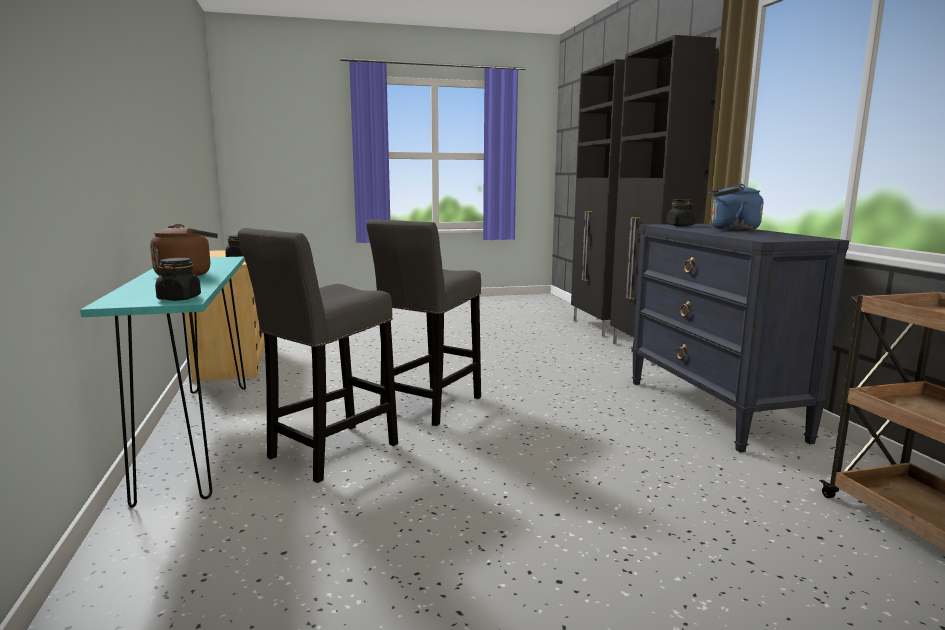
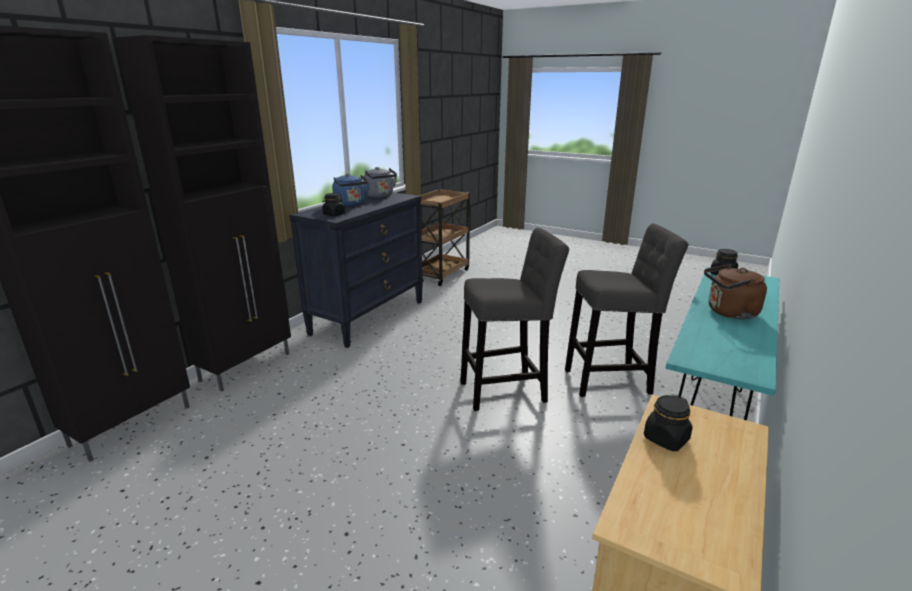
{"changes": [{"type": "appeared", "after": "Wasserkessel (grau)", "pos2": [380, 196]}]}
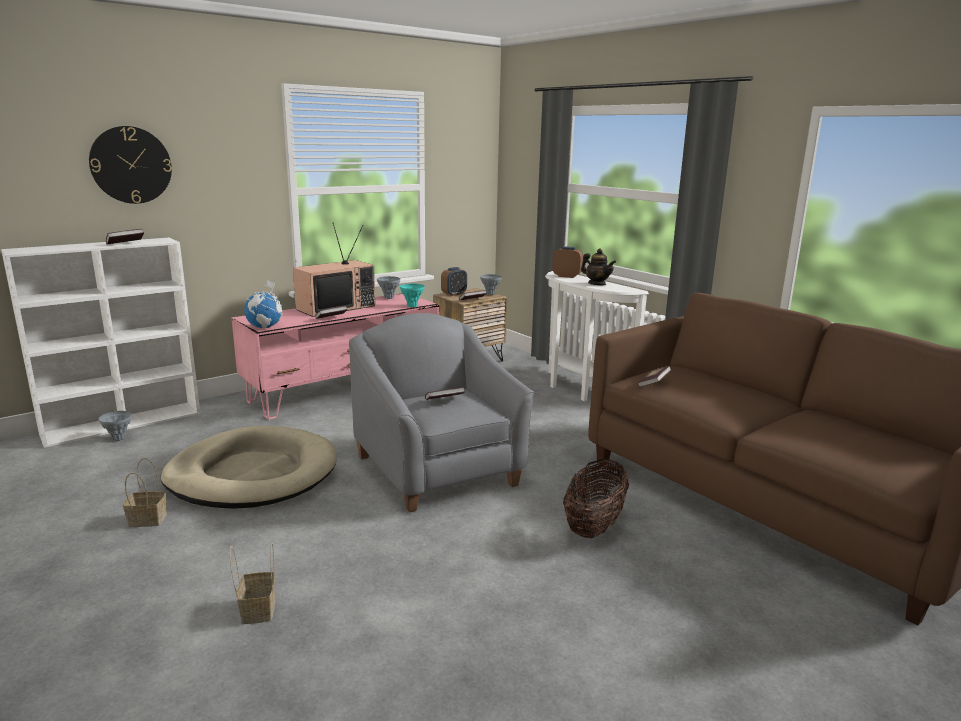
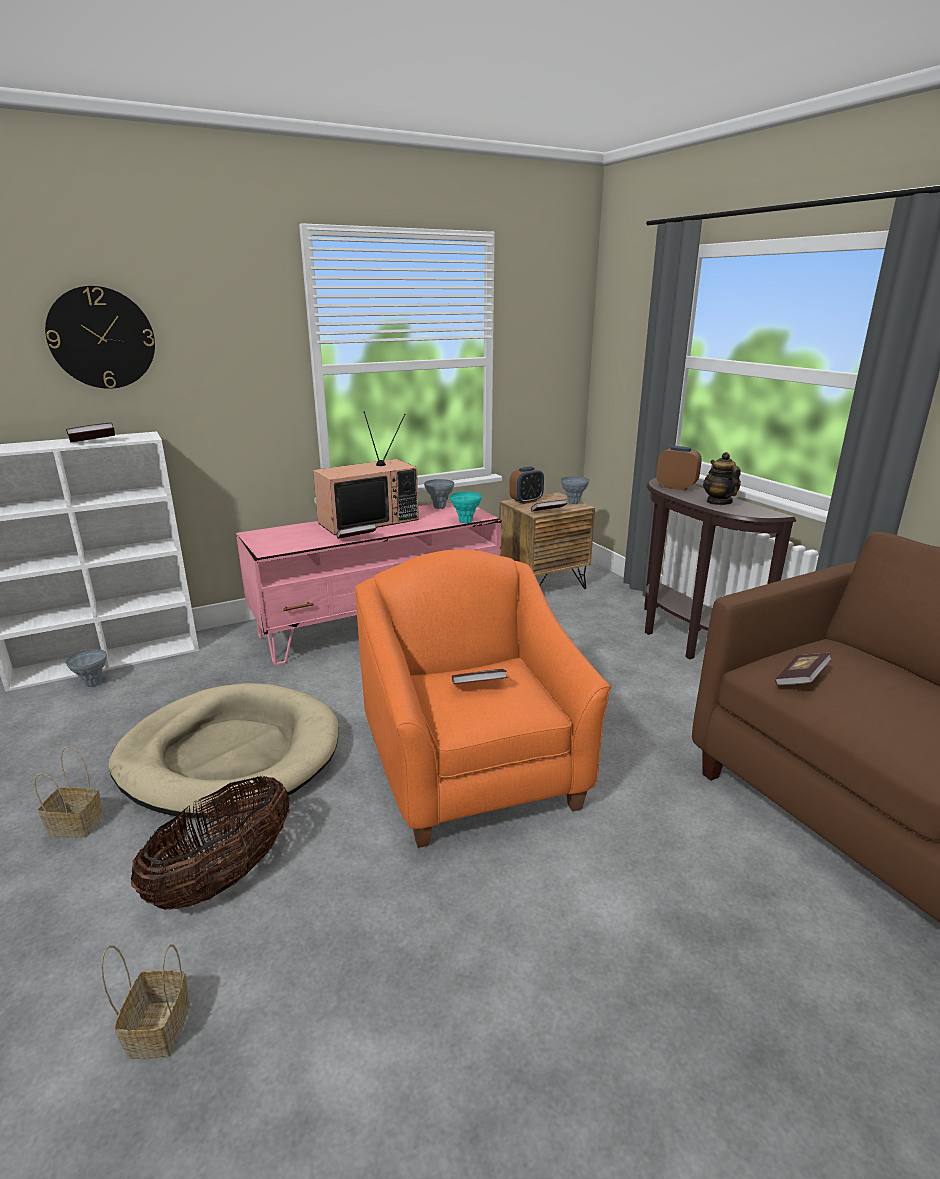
{"changes": [{"type": "missing", "before": "Globus", "pos1": [265, 327]}, {"type": "colour", "before": "Sessel (grau)", "after": "Sessel (orange)", "pos1": [438, 470], "pos2": [473, 770]}, {"type": "colour", "before": "Konsolentisch (weiß)", "after": "Konsolentisch (braun)", "pos1": [579, 390], "pos2": [684, 641]}, {"type": "relocated", "before": "Korb", "pos1": [594, 525], "pos2": [224, 877]}, {"type": "spun", "before": "Teekanne", "pos1": [597, 284], "pos2": [719, 502], "turn": -150}]}
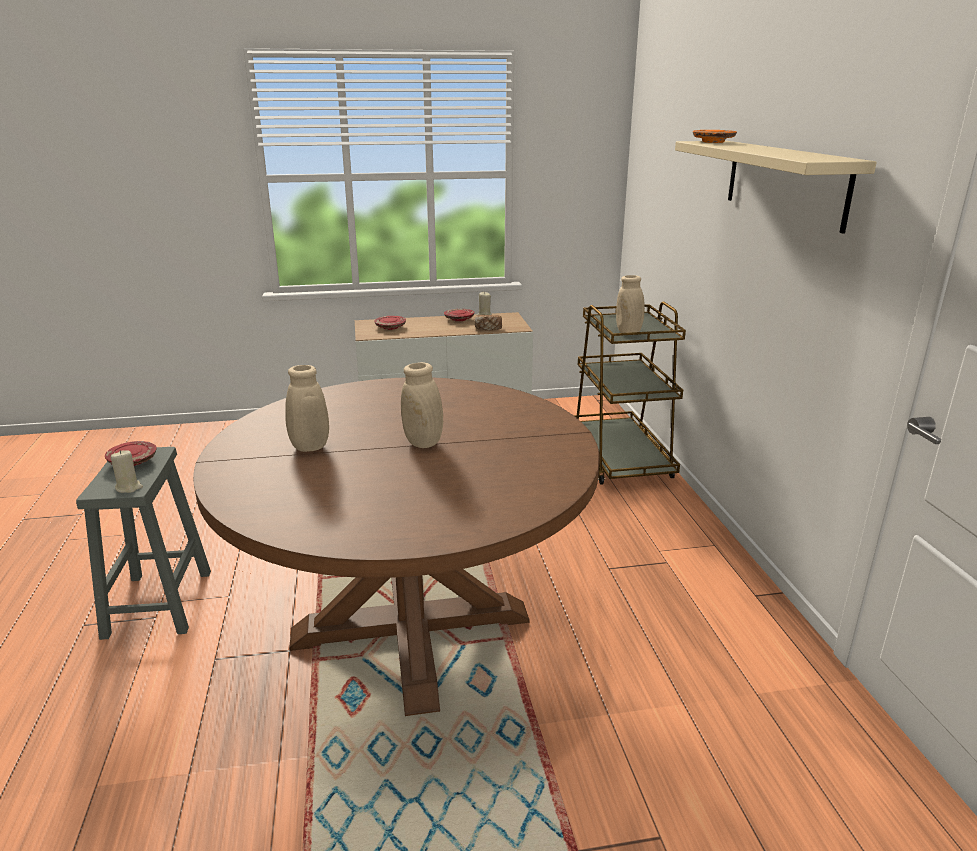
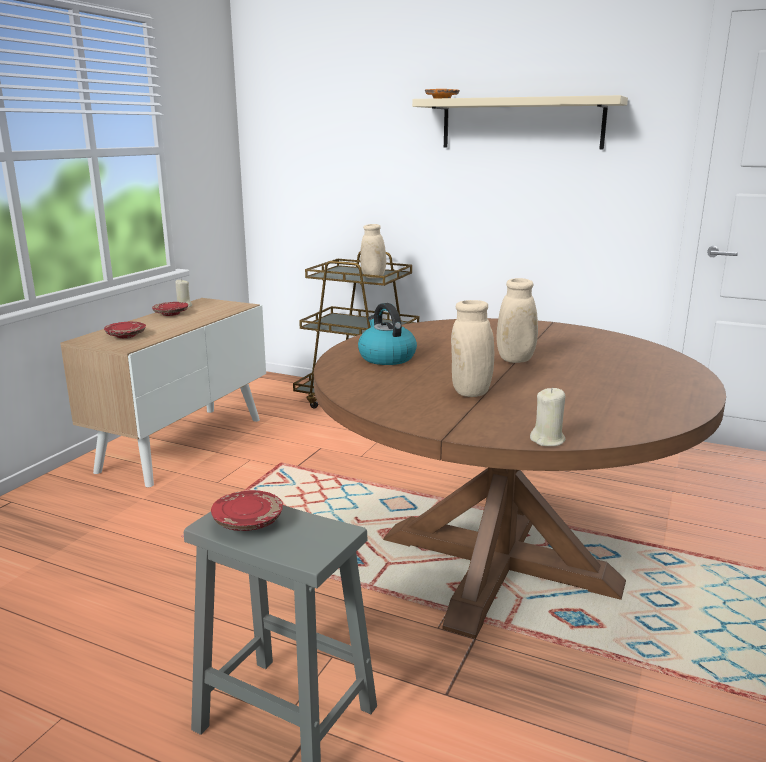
{"changes": [{"type": "relocated", "before": "Kerze (beige)", "pos1": [129, 487], "pos2": [548, 440]}, {"type": "missing", "before": "Brot", "pos1": [488, 329]}, {"type": "appeared", "after": "Wasserkessel", "pos2": [386, 357]}]}
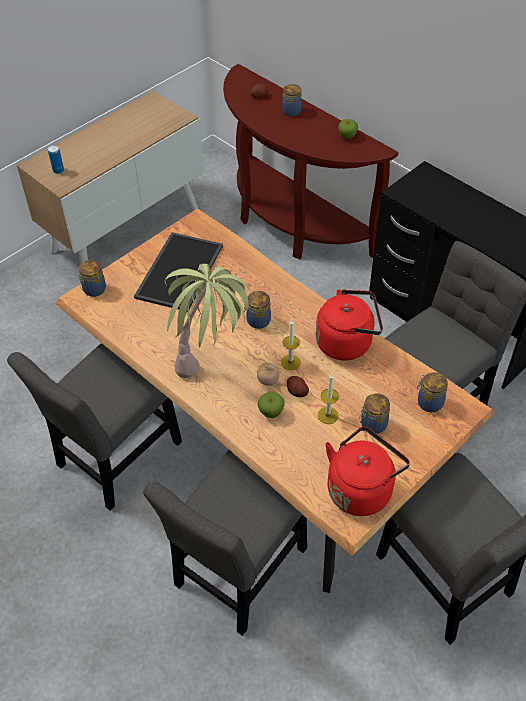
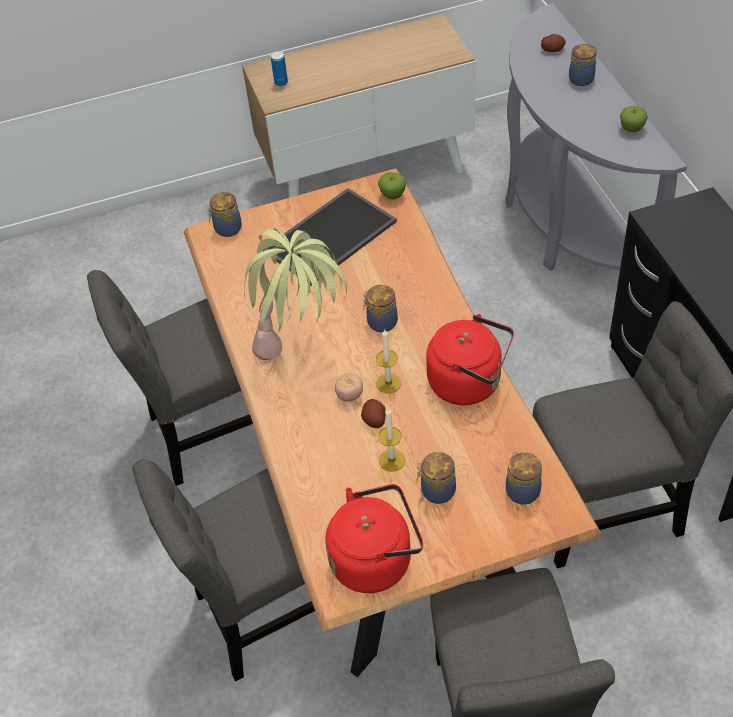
{"changes": [{"type": "colour", "before": "Konsolentisch (braun)", "after": "Konsolentisch (grau)", "pos1": [291, 223], "pos2": [564, 223]}, {"type": "relocated", "before": "Apfel", "pos1": [271, 413], "pos2": [392, 195]}]}
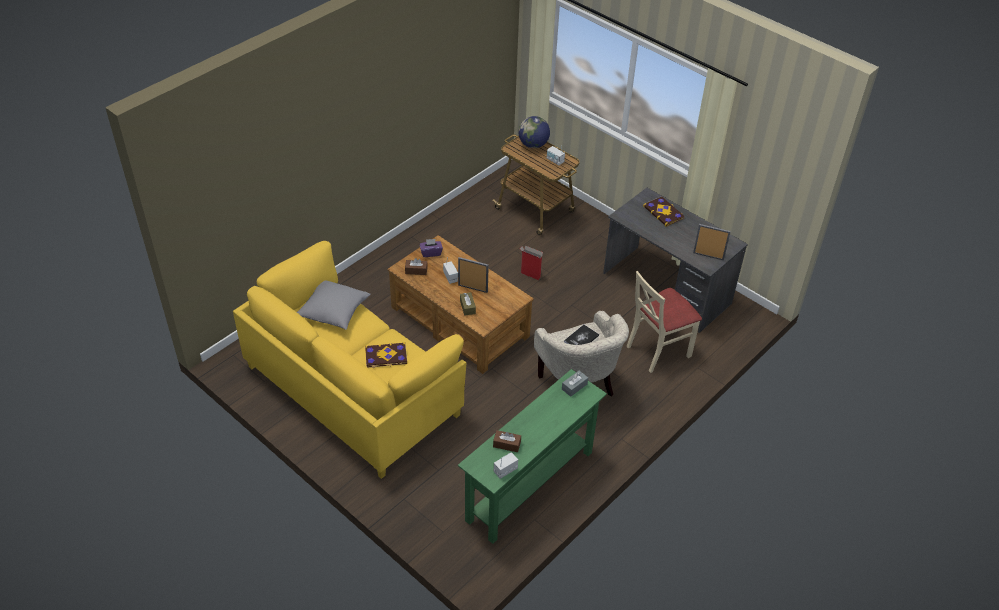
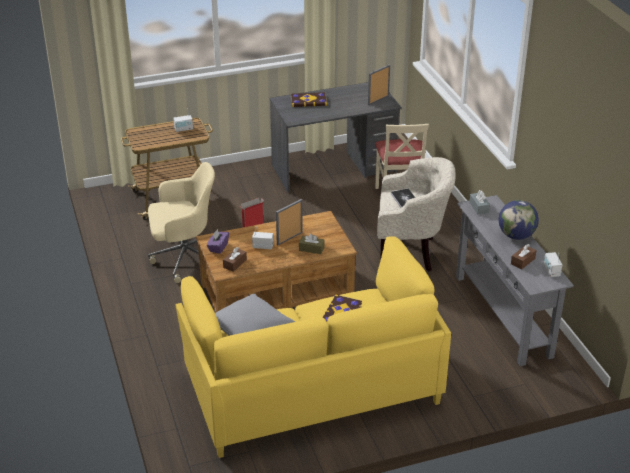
{"changes": [{"type": "colour", "before": "Konsolentisch (grün)", "after": "Konsolentisch (grau)", "pos1": [530, 486], "pos2": [503, 315]}, {"type": "relocated", "before": "Globus", "pos1": [533, 145], "pos2": [516, 236]}, {"type": "appeared", "after": "Bürostuhl (beige)", "pos2": [185, 257]}]}
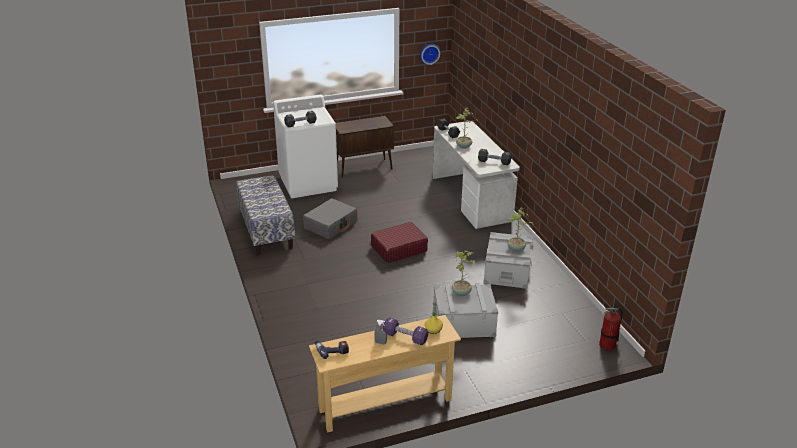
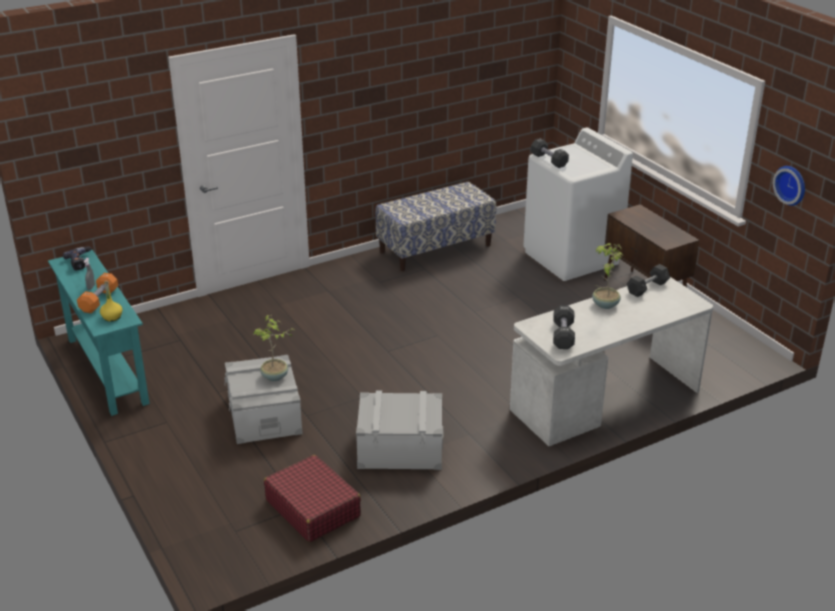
{"changes": [{"type": "missing", "before": "Koffer (grau)", "pos1": [331, 225]}, {"type": "colour", "before": "Konsolentisch (beige)", "after": "Konsolentisch (türkis)", "pos1": [385, 405], "pos2": [106, 371]}, {"type": "relocated", "before": "Koffer (rot)", "pos1": [398, 249], "pos2": [313, 508]}, {"type": "colour", "before": "Hantel (lila)", "after": "Hantel (orange)", "pos1": [405, 337], "pos2": [99, 301]}, {"type": "missing", "before": "Topfpflanze", "pos1": [516, 249]}, {"type": "missing", "before": "Feuerlöscher", "pos1": [607, 345]}]}
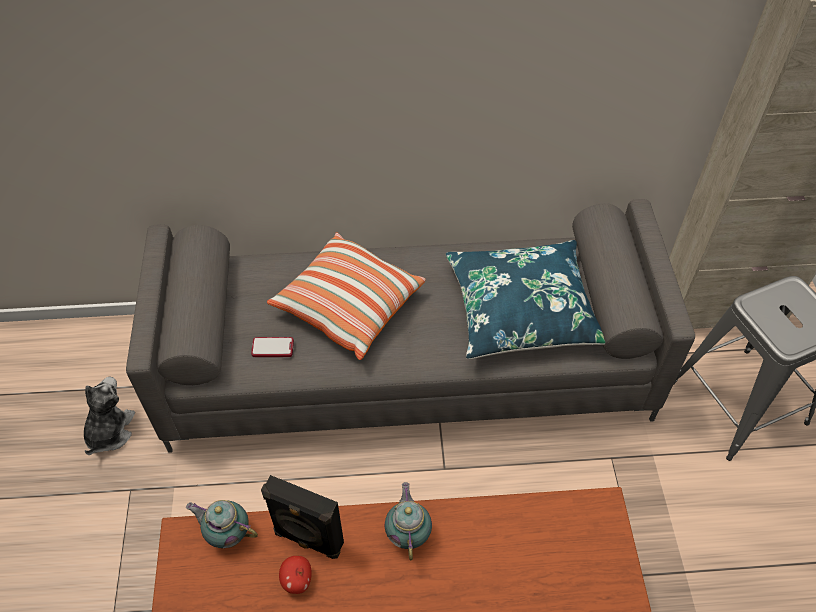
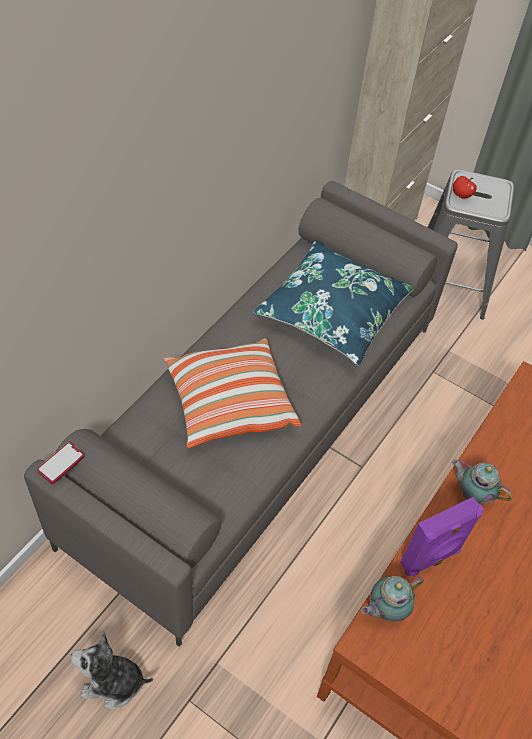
{"changes": [{"type": "spun", "before": "Plüschtier", "pos1": [109, 431], "pos2": [112, 682], "turn": -45}, {"type": "relocated", "before": "Handy", "pos1": [272, 348], "pos2": [61, 464]}, {"type": "colour", "before": "Lautsprecher (schwarz)", "after": "Lautsprecher (lila)", "pos1": [308, 540], "pos2": [431, 558]}, {"type": "relocated", "before": "Apfel", "pos1": [297, 580], "pos2": [461, 195]}]}
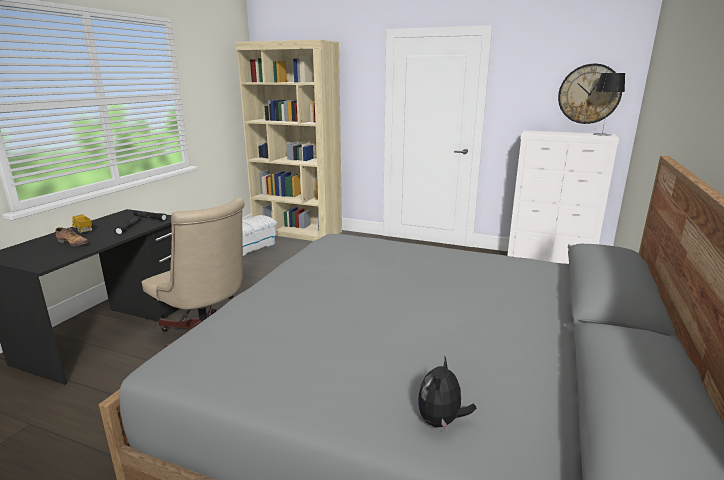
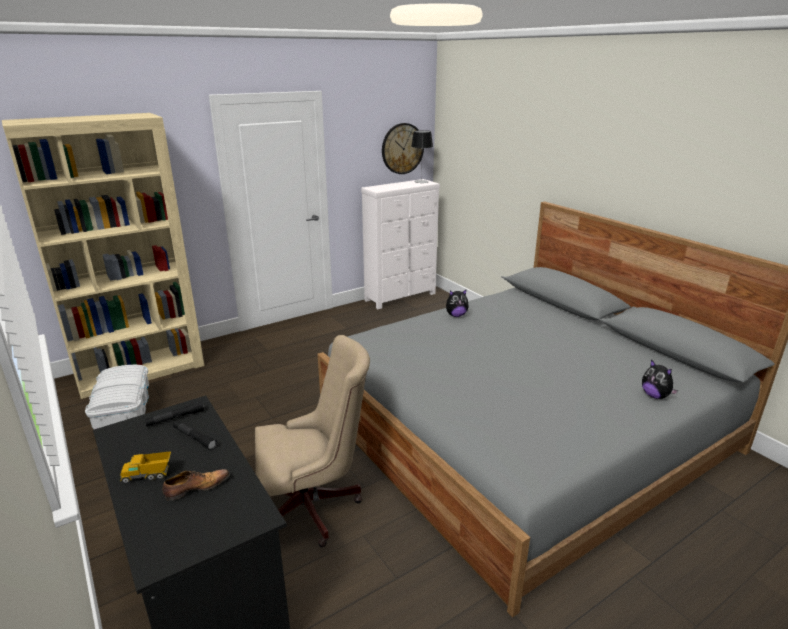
{"changes": [{"type": "appeared", "after": "Plüschtier", "pos2": [456, 315]}]}
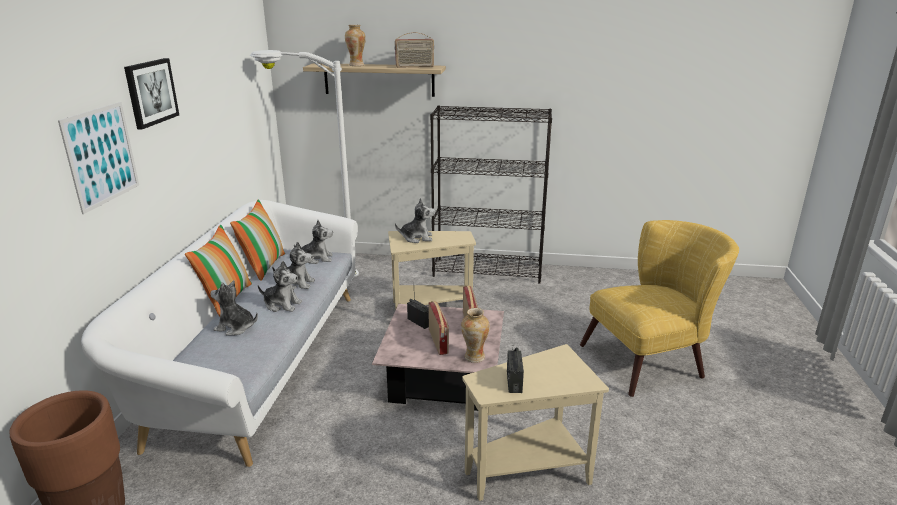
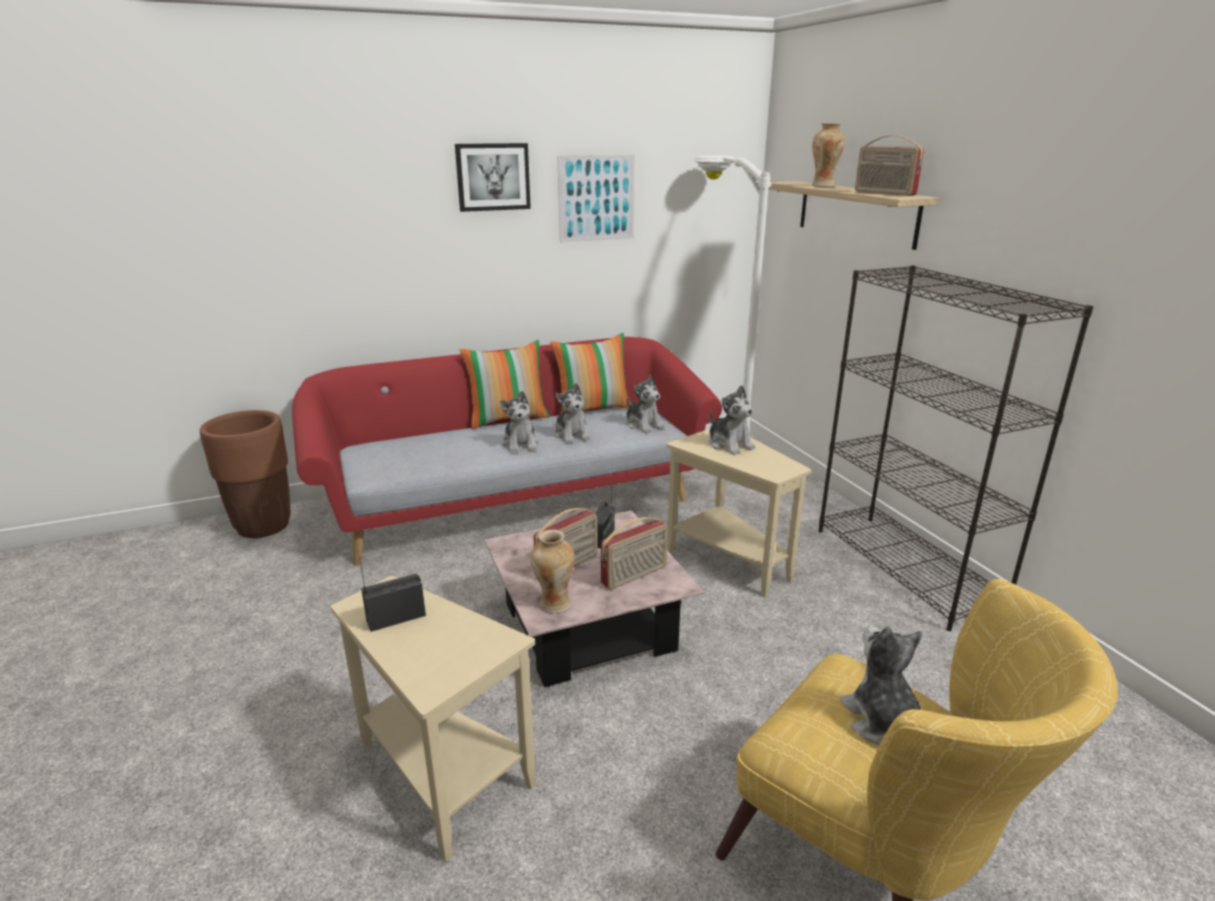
{"changes": [{"type": "relocated", "before": "Bild", "pos1": [101, 156], "pos2": [596, 198]}, {"type": "colour", "before": "Sofa (weiß)", "after": "Sofa (rot)", "pos1": [259, 361], "pos2": [516, 501]}, {"type": "relocated", "before": "Plüschtier", "pos1": [235, 327], "pos2": [881, 722]}]}
